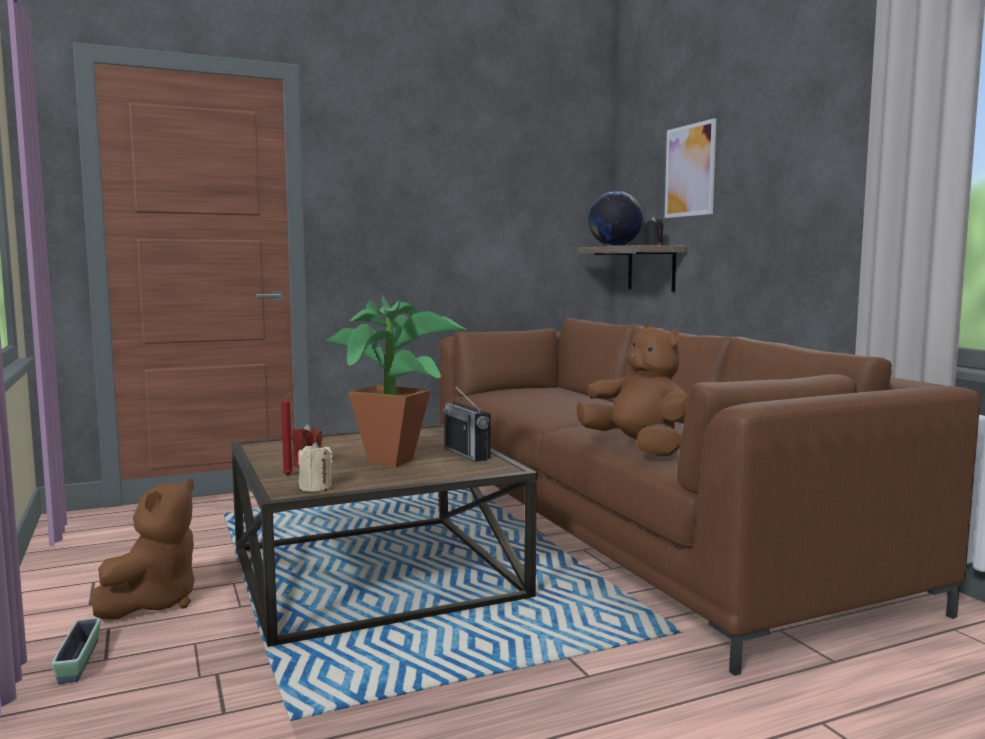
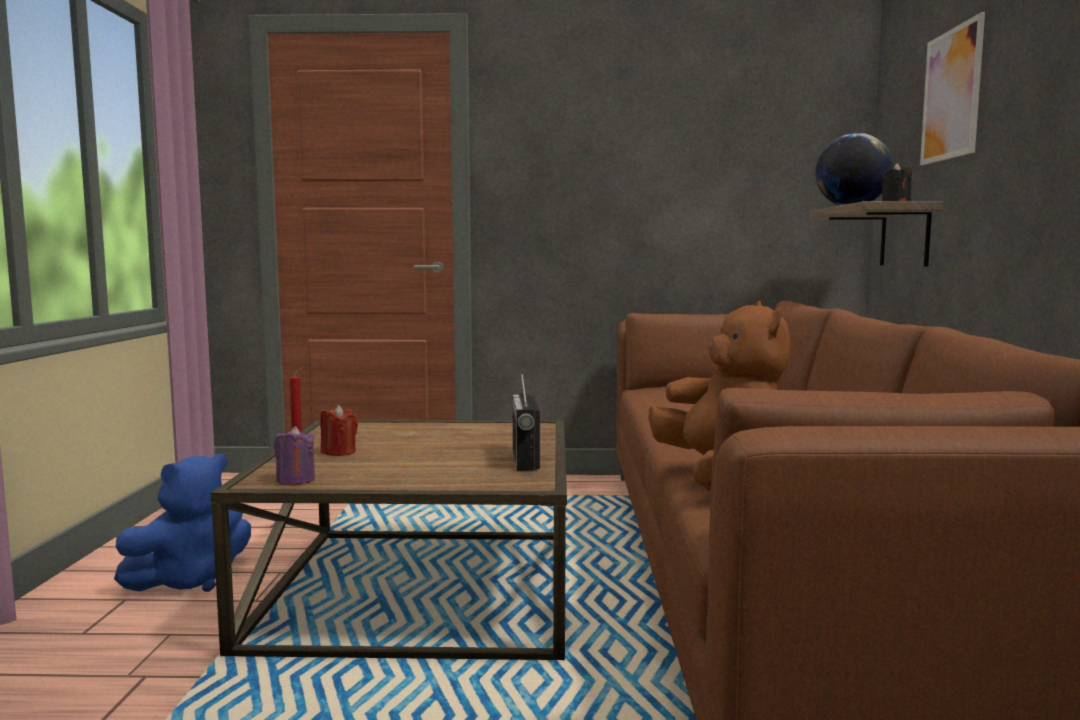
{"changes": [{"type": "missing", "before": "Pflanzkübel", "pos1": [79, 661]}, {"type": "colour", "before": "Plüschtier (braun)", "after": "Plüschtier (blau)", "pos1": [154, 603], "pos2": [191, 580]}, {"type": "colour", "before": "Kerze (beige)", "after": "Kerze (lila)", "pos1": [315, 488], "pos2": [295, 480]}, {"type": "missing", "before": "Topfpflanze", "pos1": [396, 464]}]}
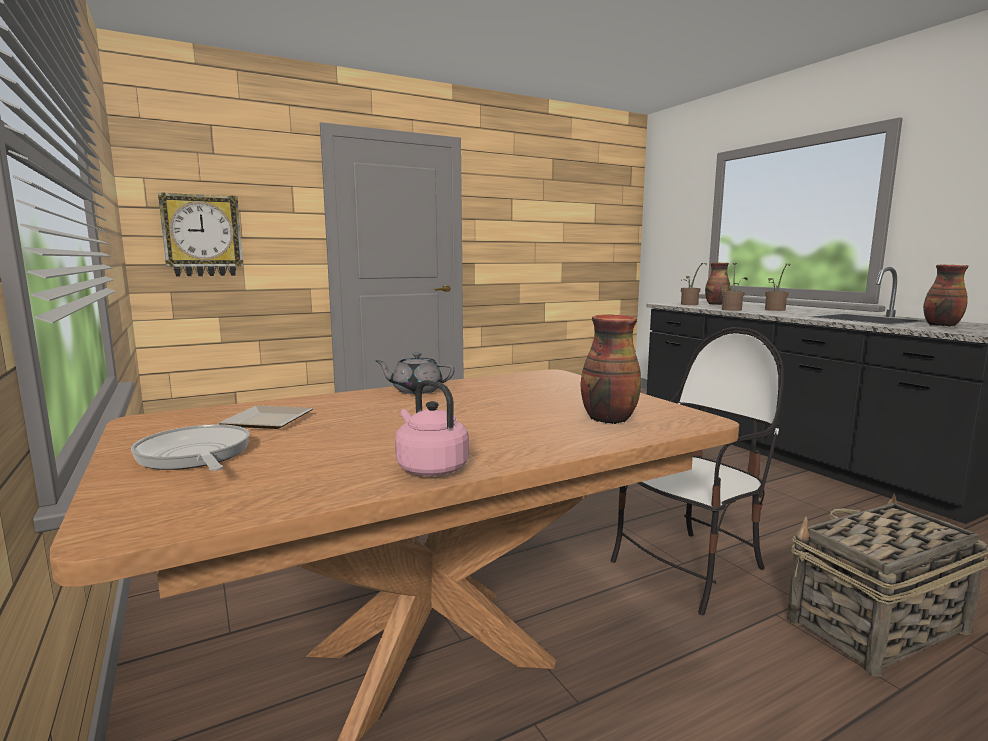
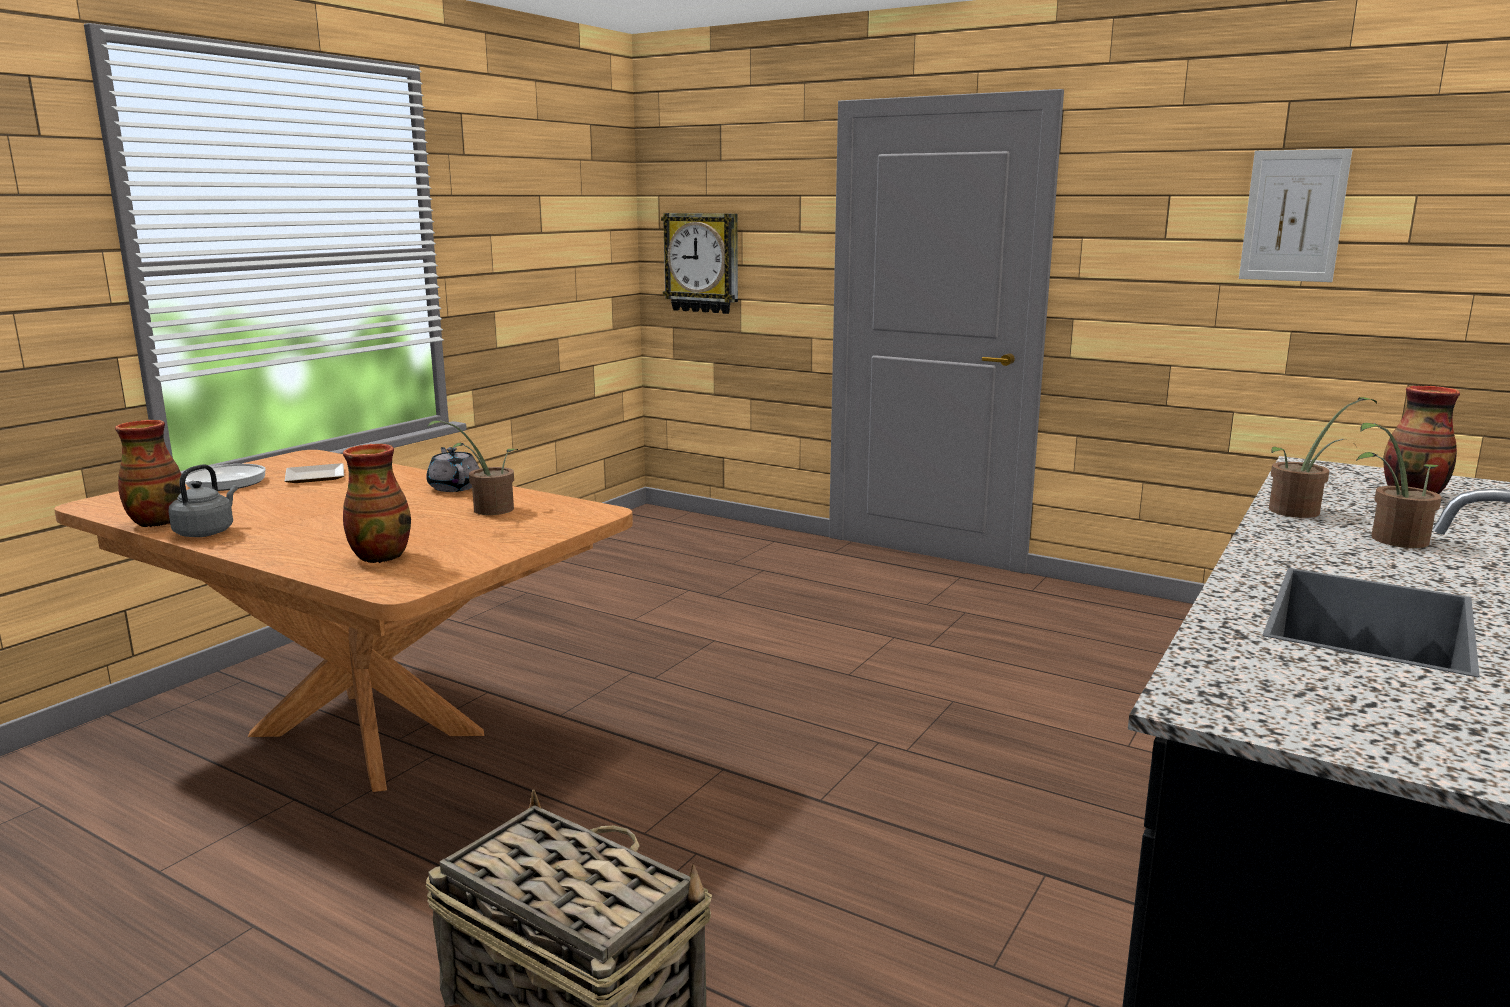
{"changes": [{"type": "colour", "before": "Wasserkessel (rosa)", "after": "Wasserkessel (grau)", "pos1": [430, 468], "pos2": [207, 532]}, {"type": "missing", "before": "Stuhl", "pos1": [689, 569]}, {"type": "relocated", "before": "Topfpflanze", "pos1": [690, 304], "pos2": [487, 510]}, {"type": "relocated", "before": "Vase", "pos1": [940, 325], "pos2": [158, 522]}, {"type": "appeared", "after": "Bild", "pos2": [1293, 216]}]}
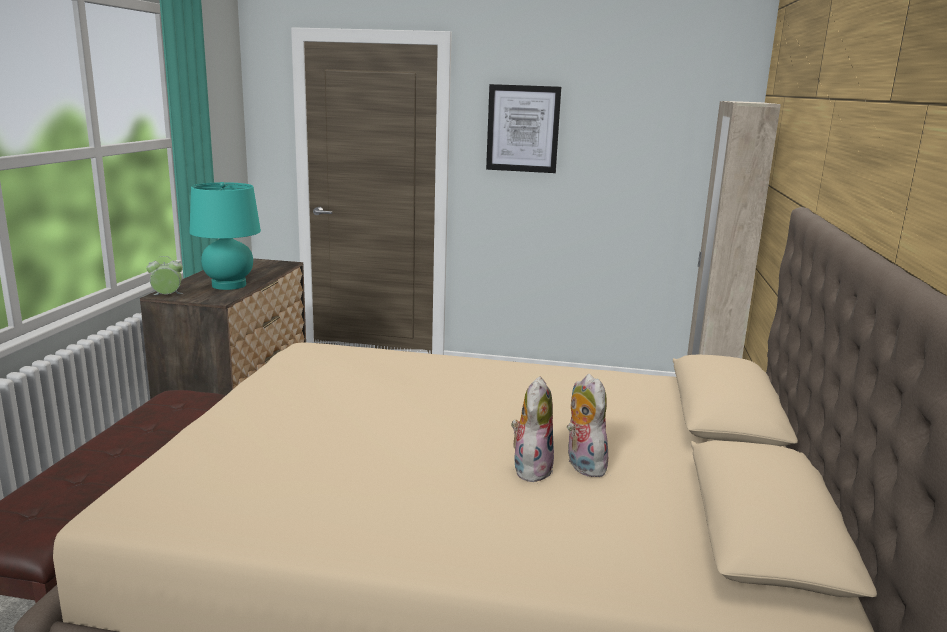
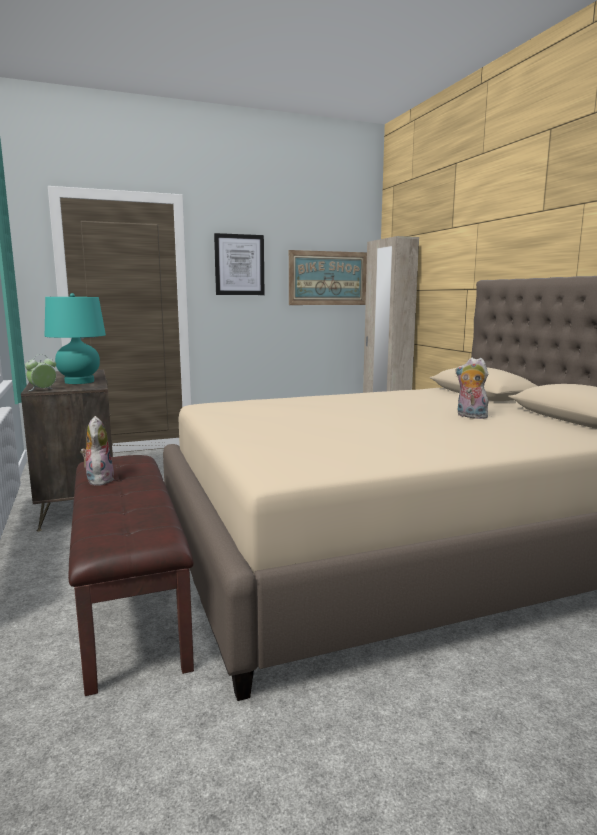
{"changes": [{"type": "relocated", "before": "Plüschtier", "pos1": [531, 468], "pos2": [98, 480]}, {"type": "appeared", "after": "Bild", "pos2": [328, 278]}]}
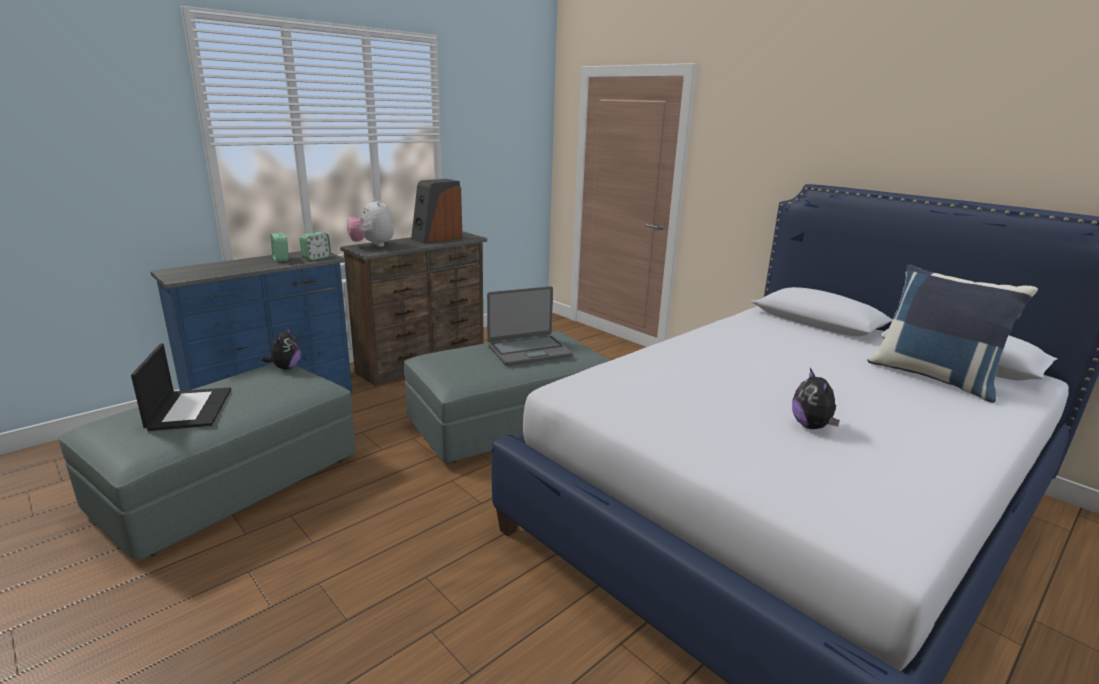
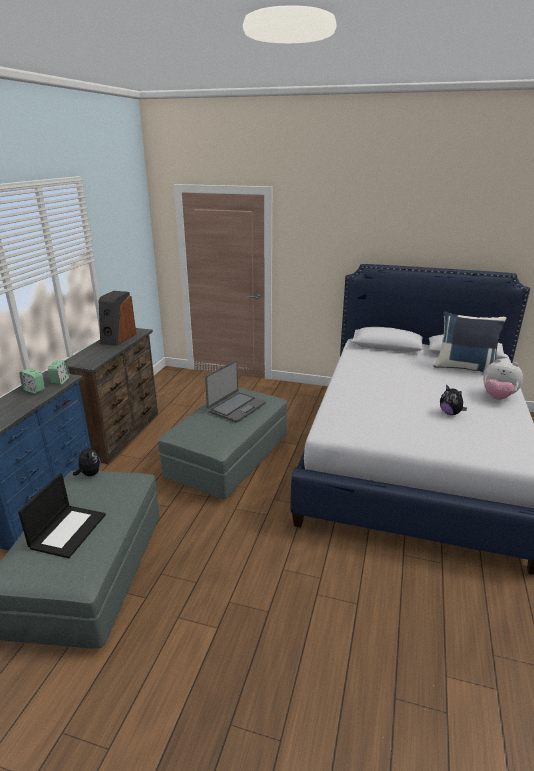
{"changes": [{"type": "spun", "before": "Laptop", "pos1": [189, 409], "pos2": [68, 530], "turn": 60}, {"type": "relocated", "before": "Plüschtier", "pos1": [372, 245], "pos2": [497, 397]}]}
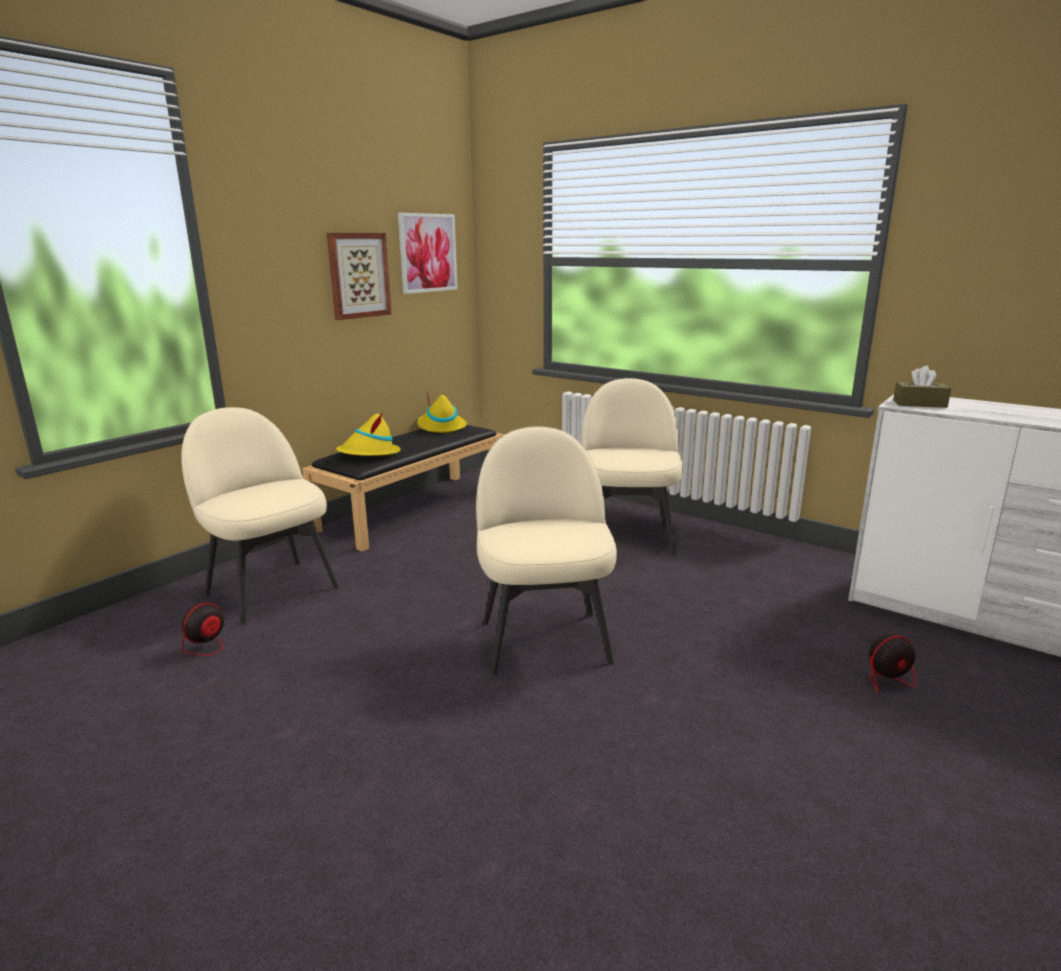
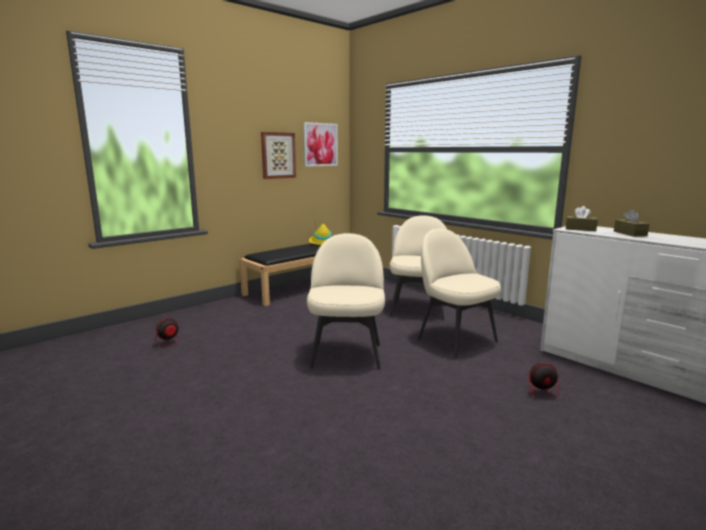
{"changes": [{"type": "relocated", "before": "Stuhl (beige)", "pos1": [270, 590], "pos2": [455, 339]}, {"type": "missing", "before": "Hut (gelb)", "pos1": [369, 454]}, {"type": "appeared", "after": "Taschentuchbox (braun)", "pos2": [630, 233]}]}
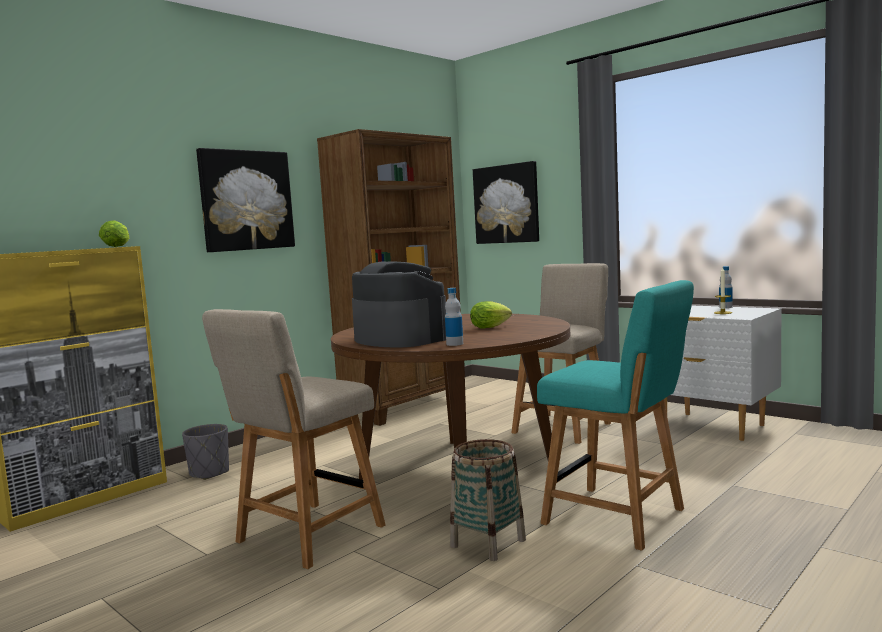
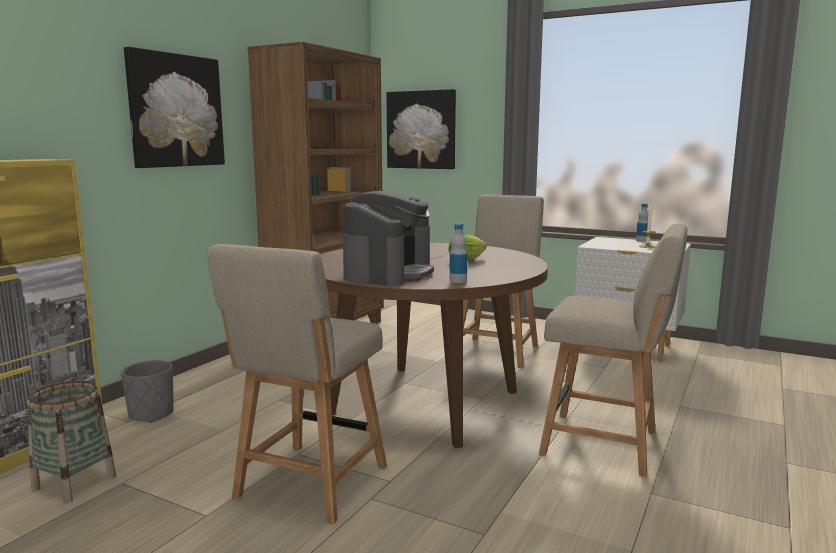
{"changes": [{"type": "missing", "before": "Salatkopf", "pos1": [118, 246]}, {"type": "spun", "before": "Kaffeemaschine", "pos1": [399, 339], "pos2": [388, 273], "turn": 75}, {"type": "relocated", "before": "Korb", "pos1": [488, 543], "pos2": [74, 483]}, {"type": "colour", "before": "Stuhl (türkis)", "after": "Stuhl (beige)", "pos1": [620, 518], "pos2": [606, 444]}]}
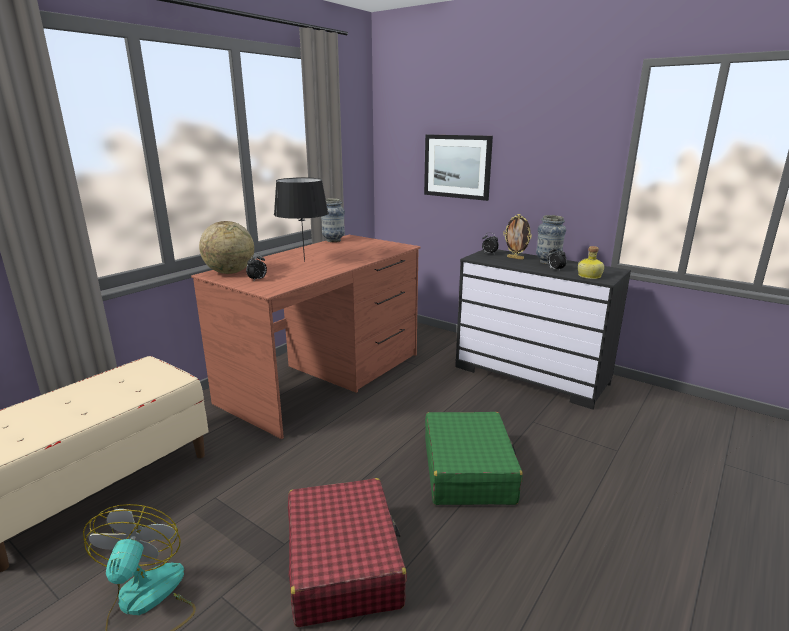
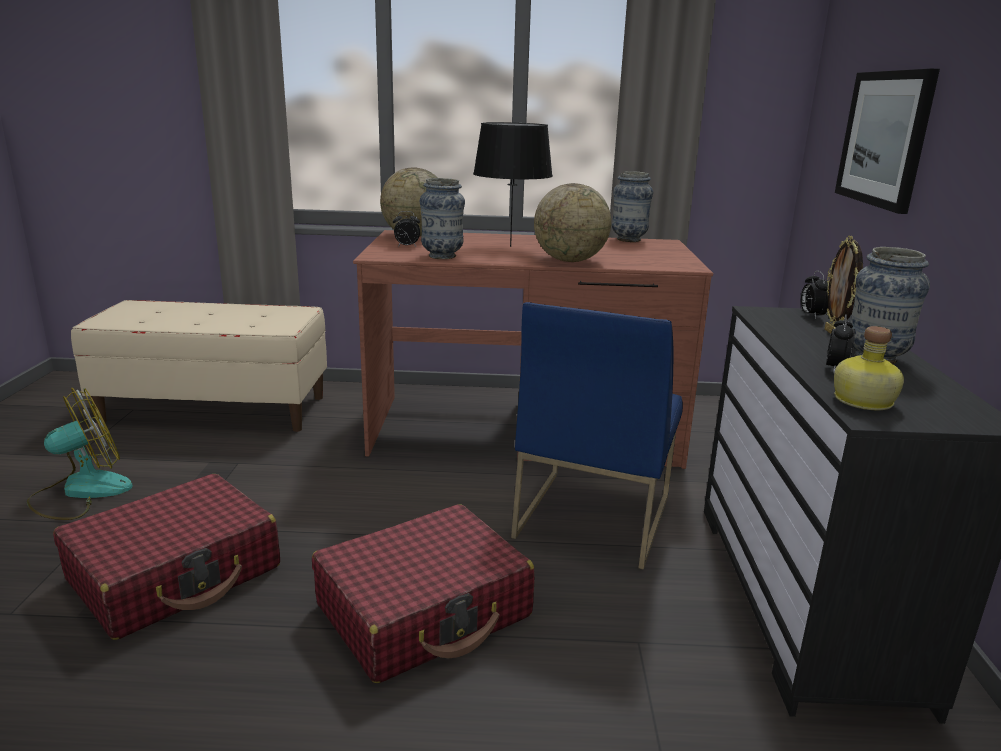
{"changes": [{"type": "colour", "before": "Koffer (grün)", "after": "Koffer (rot)", "pos1": [468, 470], "pos2": [425, 611]}, {"type": "appeared", "after": "Vase", "pos2": [442, 256]}, {"type": "appeared", "after": "Stuhl (blau)", "pos2": [592, 515]}, {"type": "appeared", "after": "Globus", "pos2": [570, 261]}]}
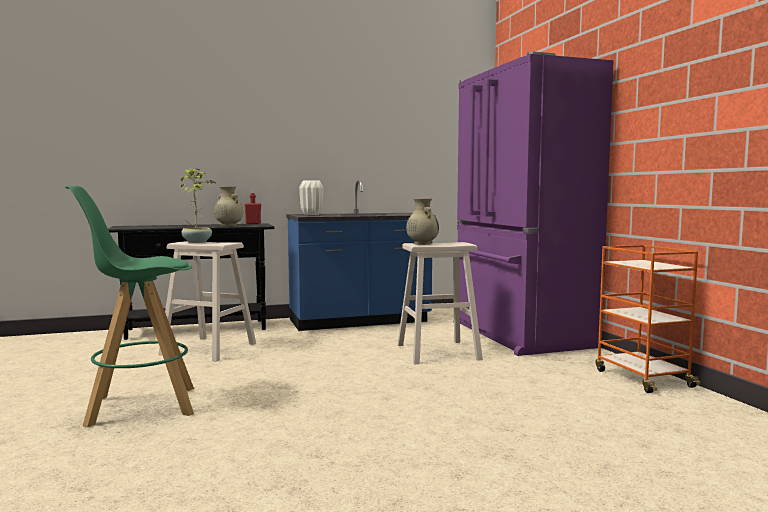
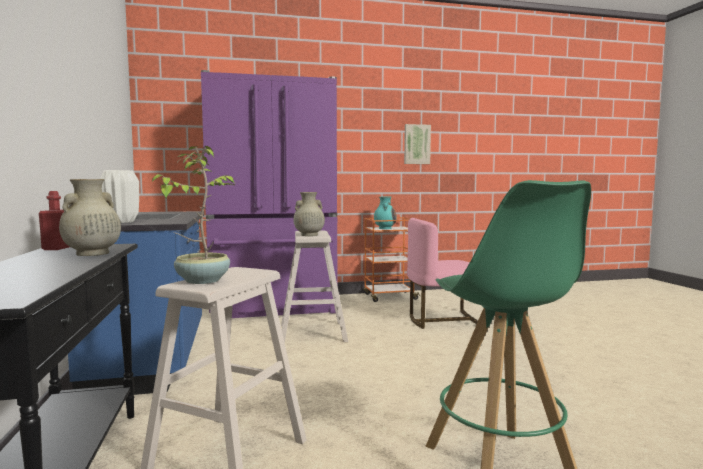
{"changes": [{"type": "appeared", "after": "Vase (türkis)", "pos2": [385, 228]}, {"type": "appeared", "after": "Bild", "pos2": [416, 144]}, {"type": "appeared", "after": "Stuhl (rosa)", "pos2": [444, 320]}]}
